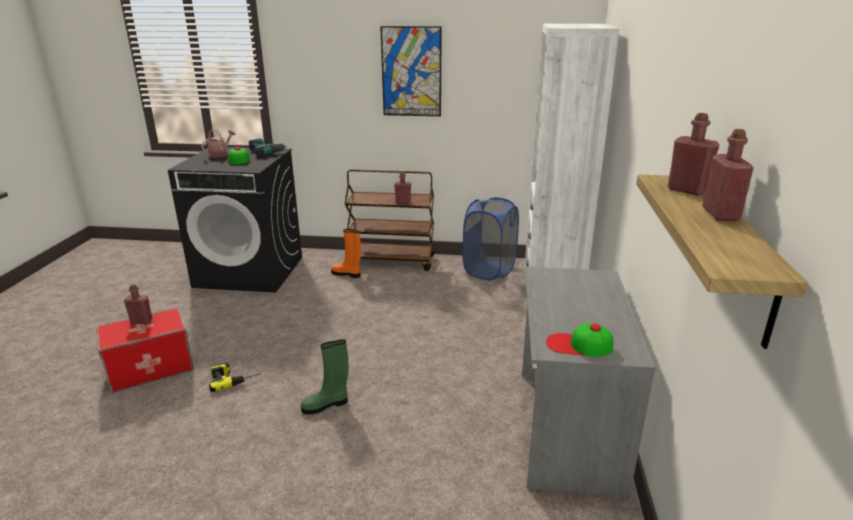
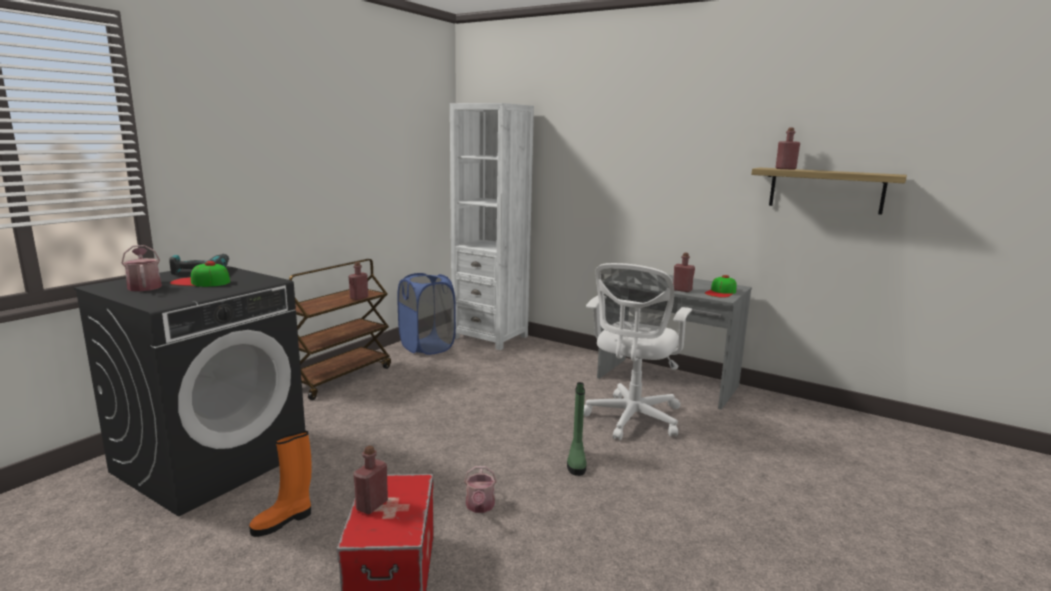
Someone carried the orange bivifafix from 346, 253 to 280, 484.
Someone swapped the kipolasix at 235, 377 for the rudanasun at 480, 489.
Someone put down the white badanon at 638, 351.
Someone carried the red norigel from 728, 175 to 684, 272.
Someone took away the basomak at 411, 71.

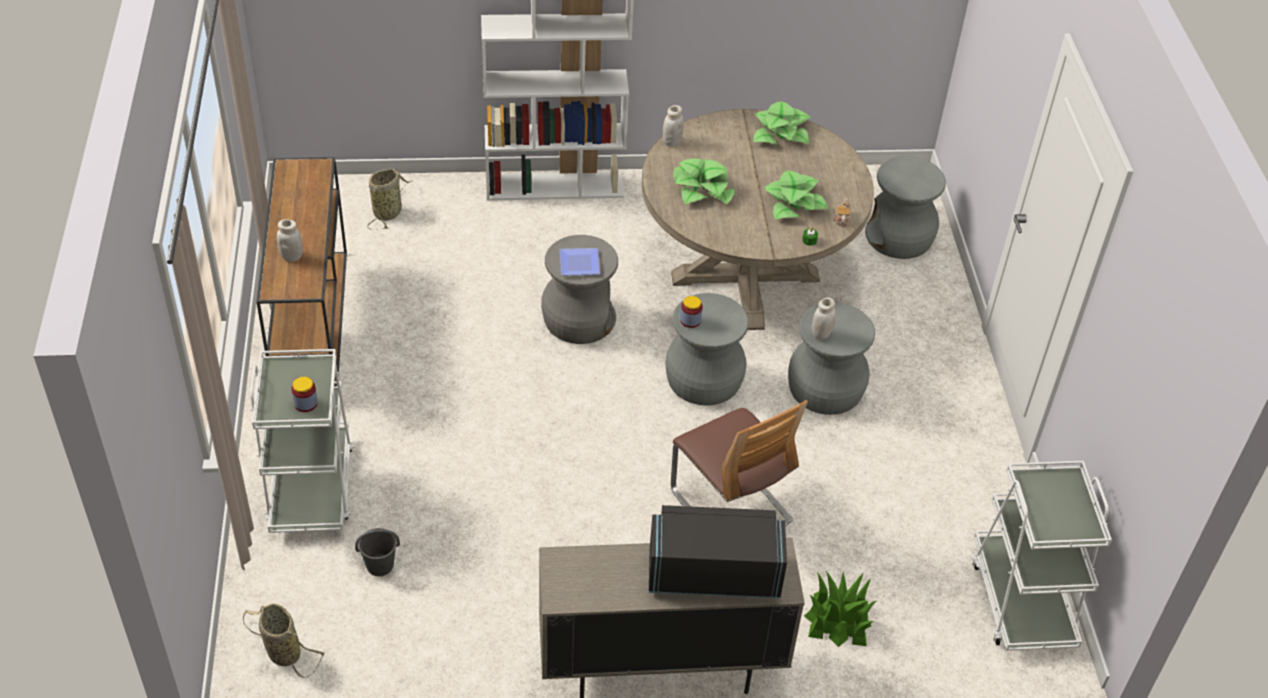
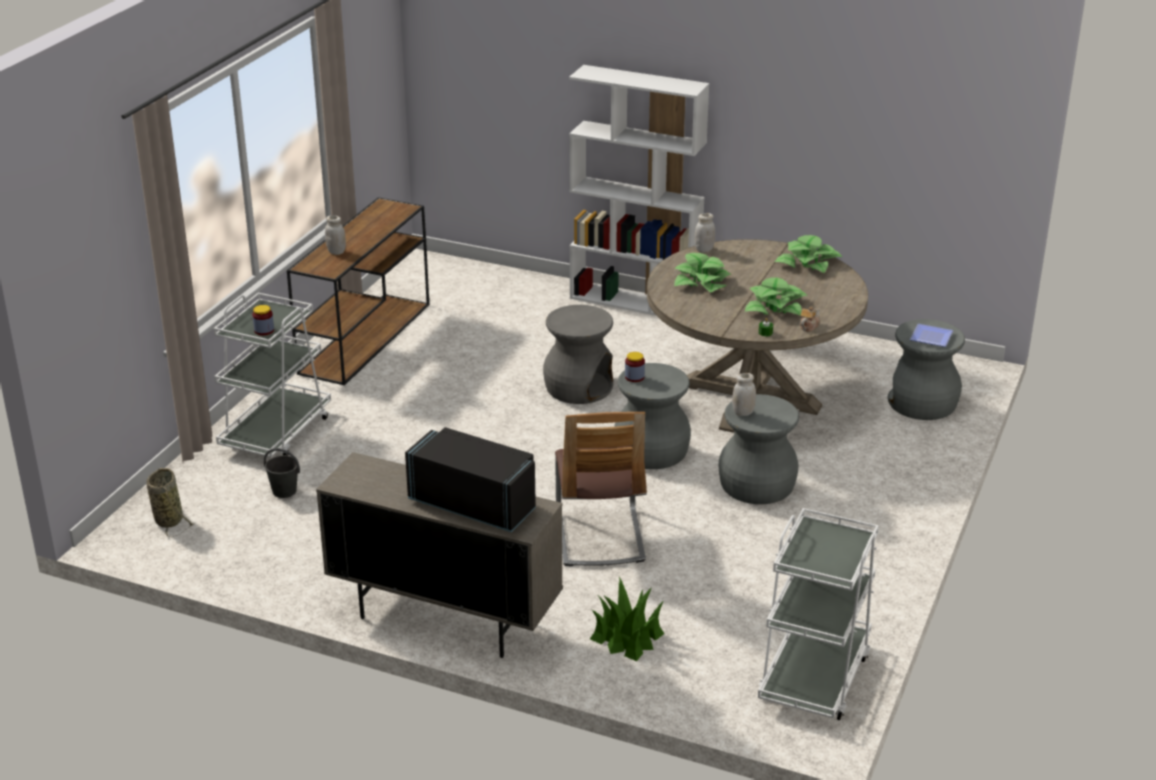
Someone carried the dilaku from 579, 262 to 931, 335.
Someone took away the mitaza at 390, 199.

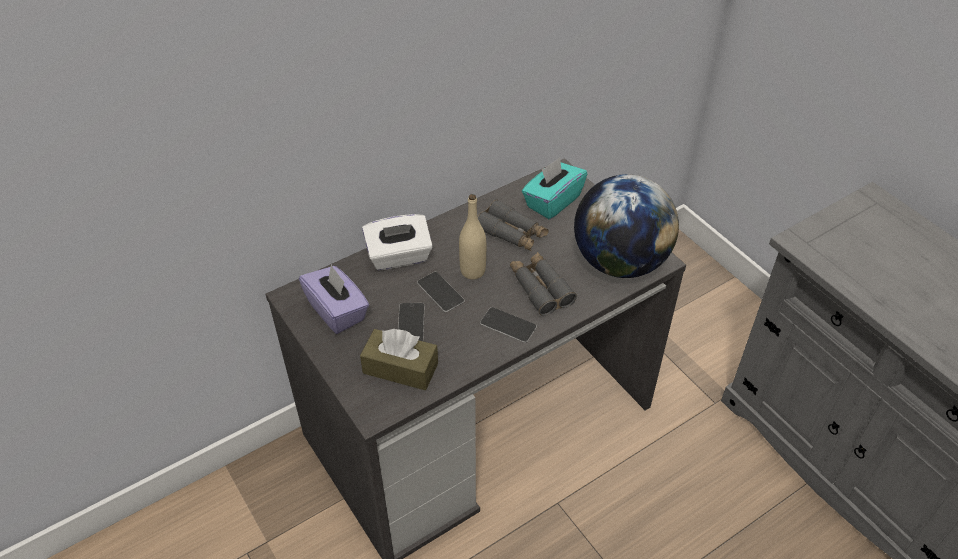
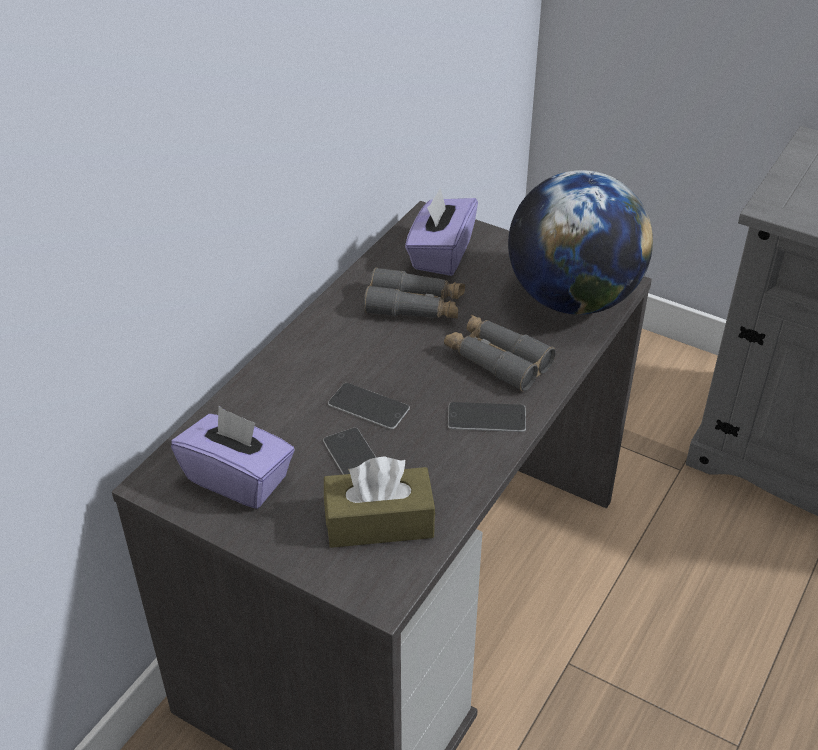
Someone repainted the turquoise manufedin at 554, 188, which became the purple manufedin at 441, 232.
Someone took away the white manufedin at 397, 242.
Someone took away the beige norigel at 472, 237.

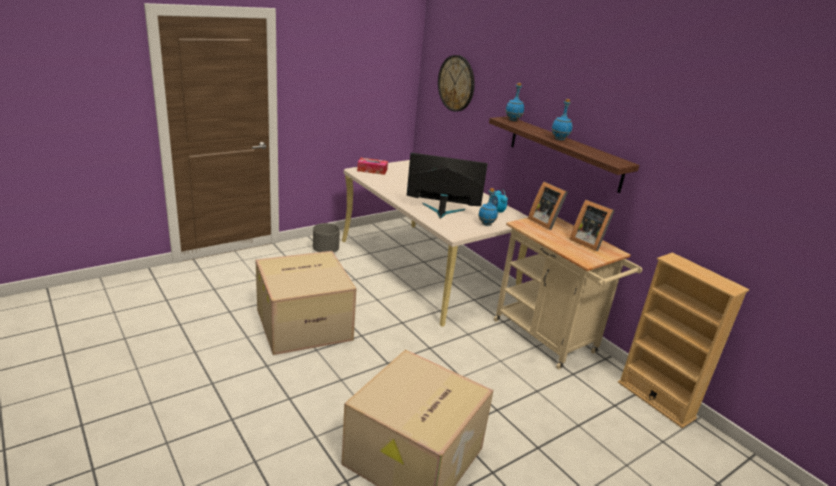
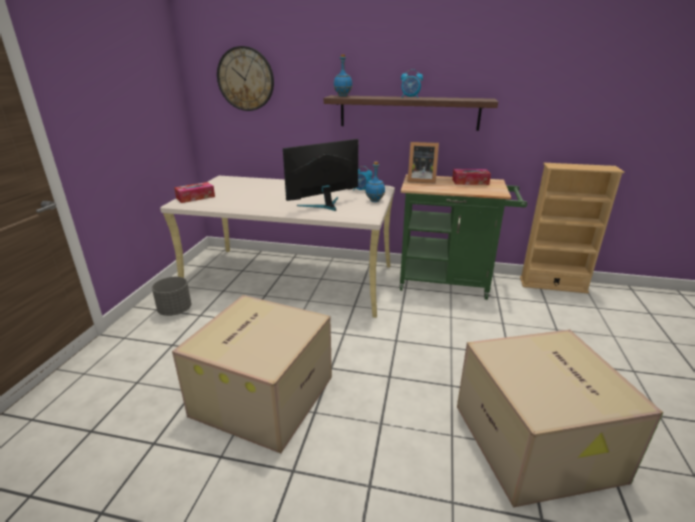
Someone repainted the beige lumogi at 568, 293, which became the green lumogi at 463, 237.
Someone swapped the blue norigel at 561, 119 for the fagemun at 412, 83.
Someone swapped the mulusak at 592, 225 for the manufedin at 471, 177.

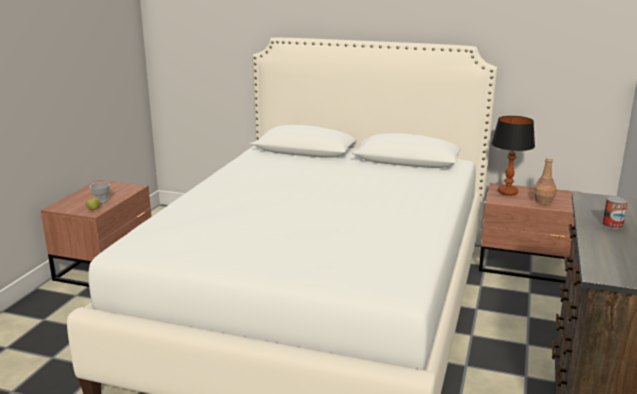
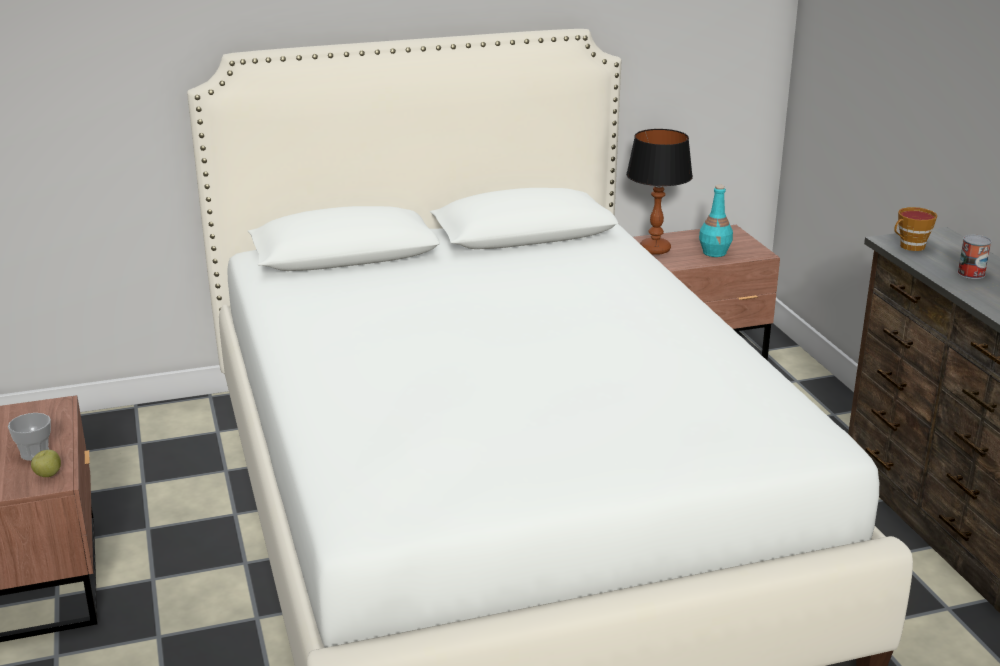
Someone repainted the brown norigel at 545, 181, which became the turquoise norigel at 716, 220.
Someone put down the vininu at 915, 229.

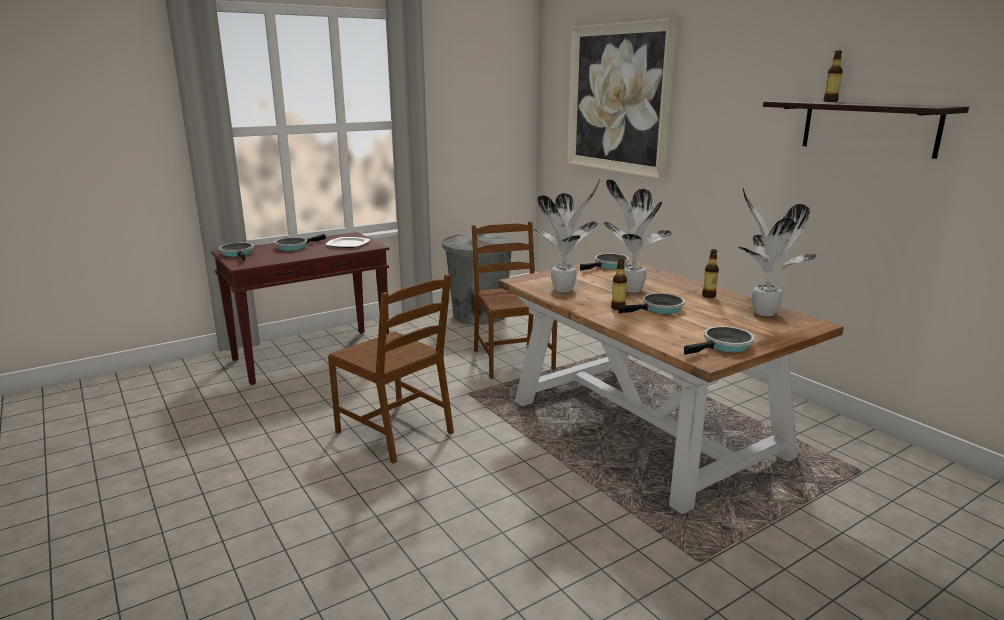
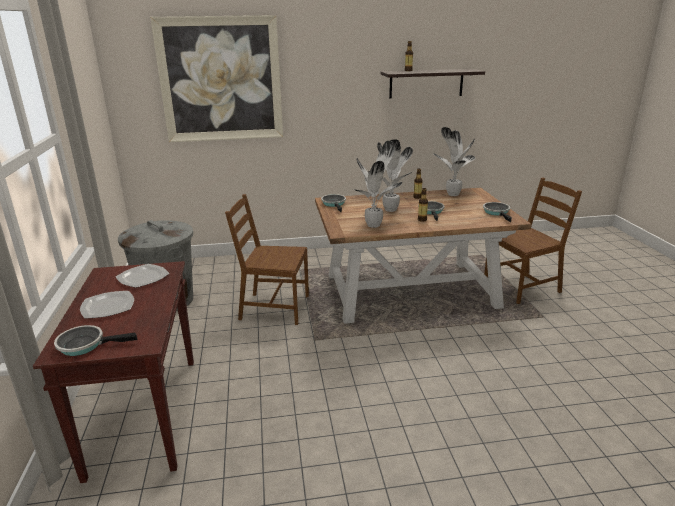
Someone swapped the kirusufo at 300, 242 for the dilaku at 107, 305.
Someone carried the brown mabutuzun from 391, 369 to 533, 241.

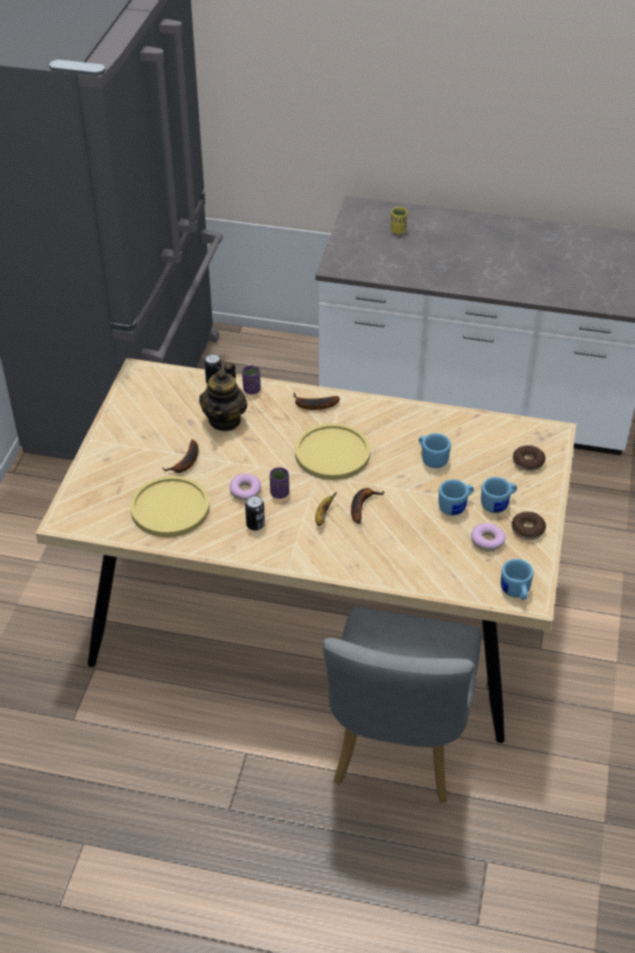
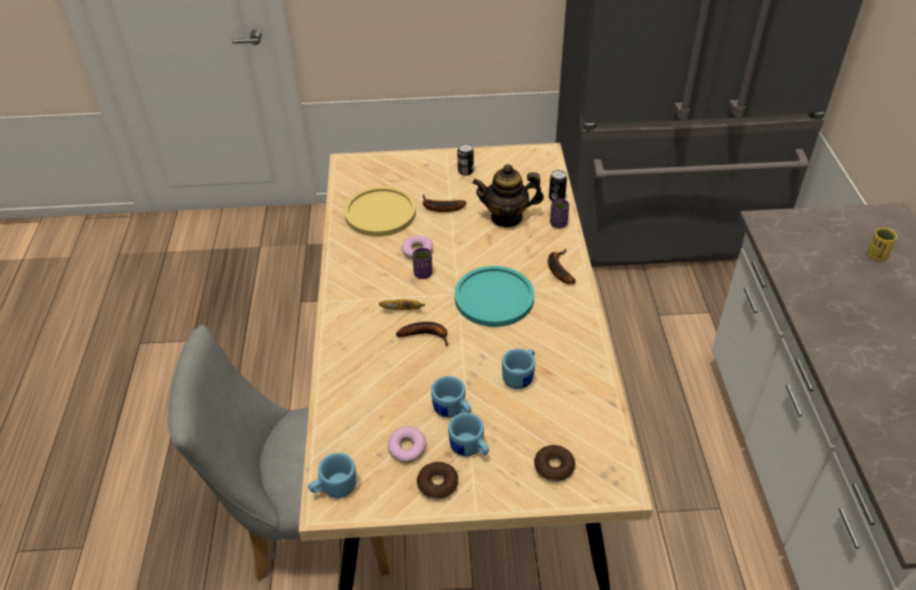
Someone repainted the yellow dilaku at 332, 451, which became the turquoise dilaku at 494, 296.
Someone carried the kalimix from 255, 513 to 466, 160.

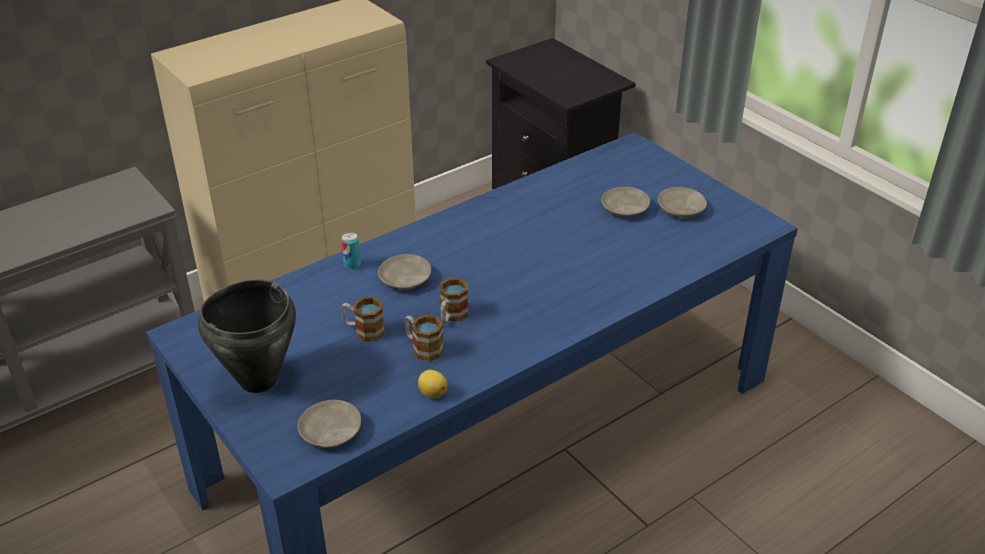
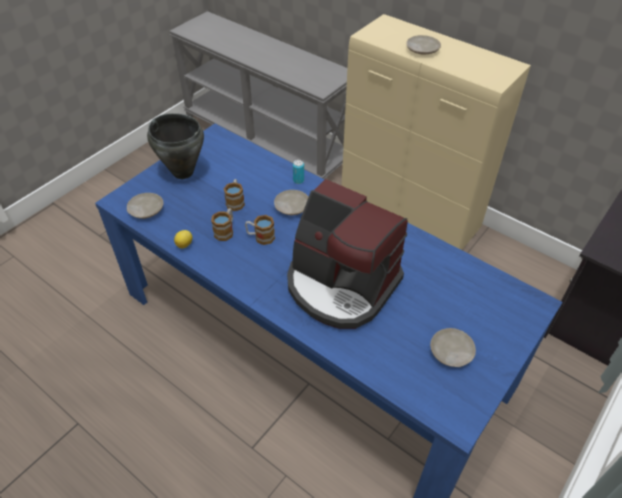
Someone put down the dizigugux at 347, 254.
Someone carried the beige dilaku from 625, 202 to 423, 44.

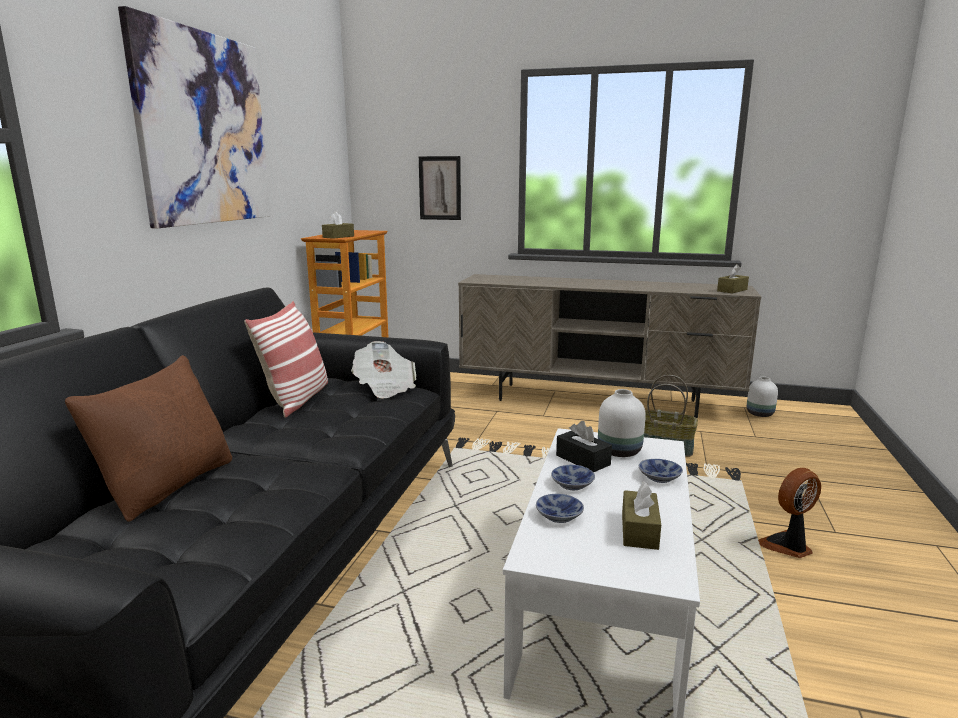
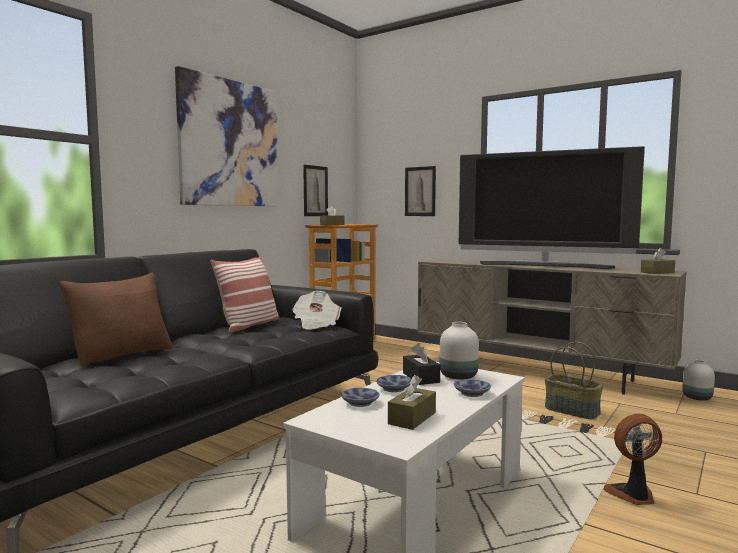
Someone put up the basomak at 315, 190.
Someone put down the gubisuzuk at 552, 207.

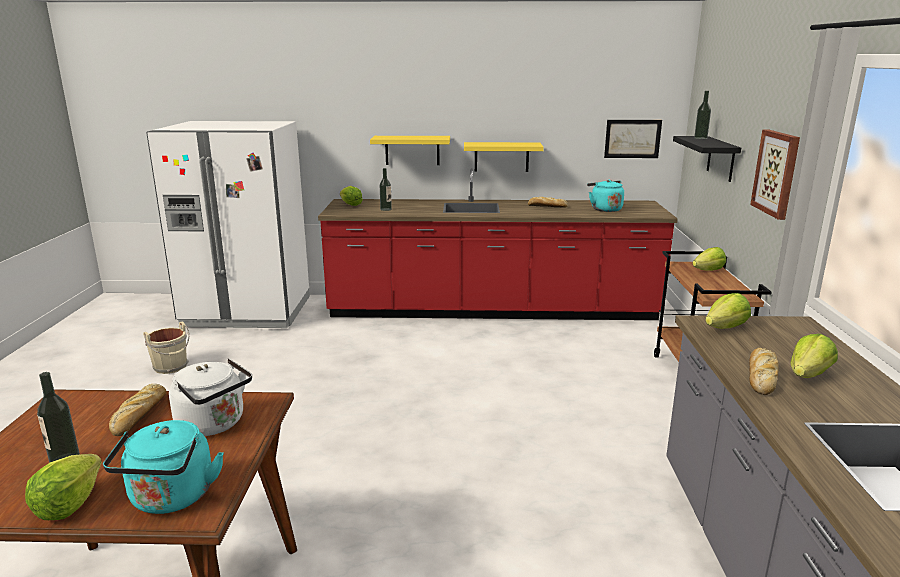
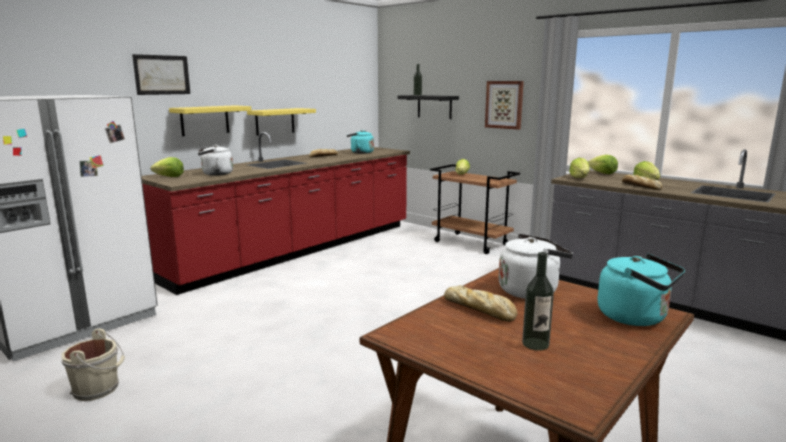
Someone carried the basomak from 633, 139 to 161, 74.
Someone swapped the norigel at 386, 189 for the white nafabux at 215, 160.
Someone carried the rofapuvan from 63, 487 to 603, 164.

